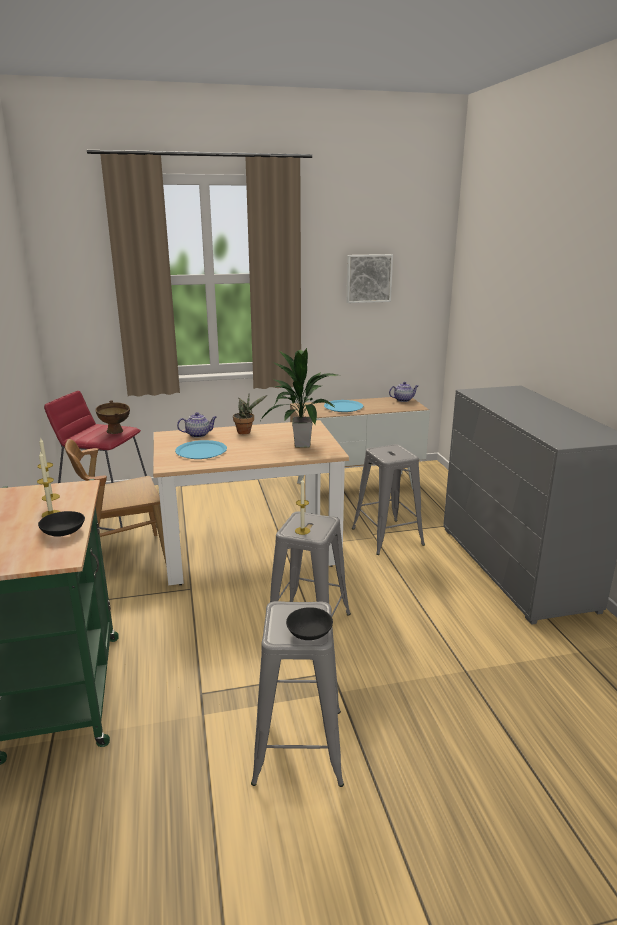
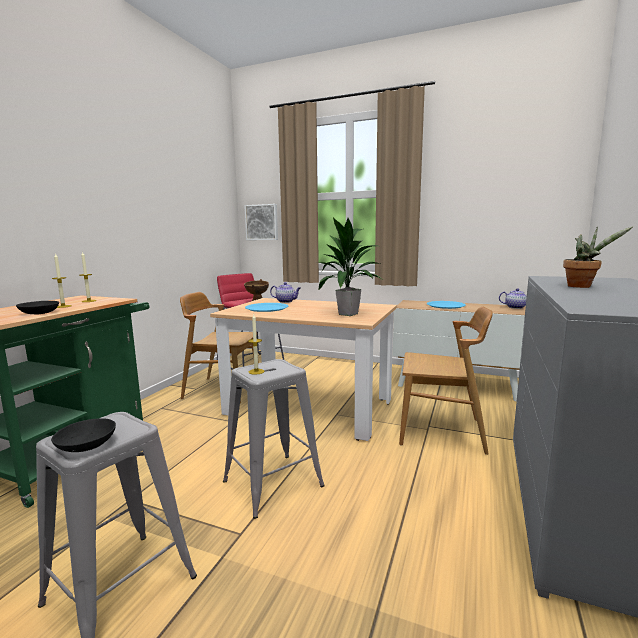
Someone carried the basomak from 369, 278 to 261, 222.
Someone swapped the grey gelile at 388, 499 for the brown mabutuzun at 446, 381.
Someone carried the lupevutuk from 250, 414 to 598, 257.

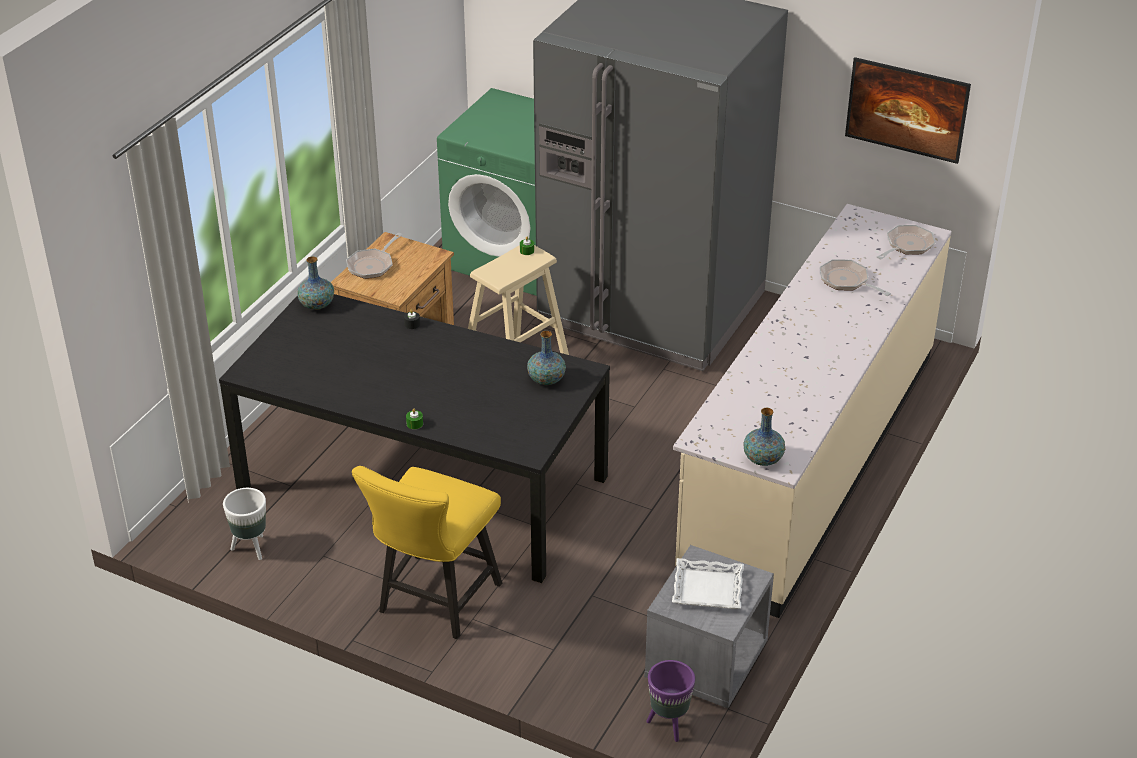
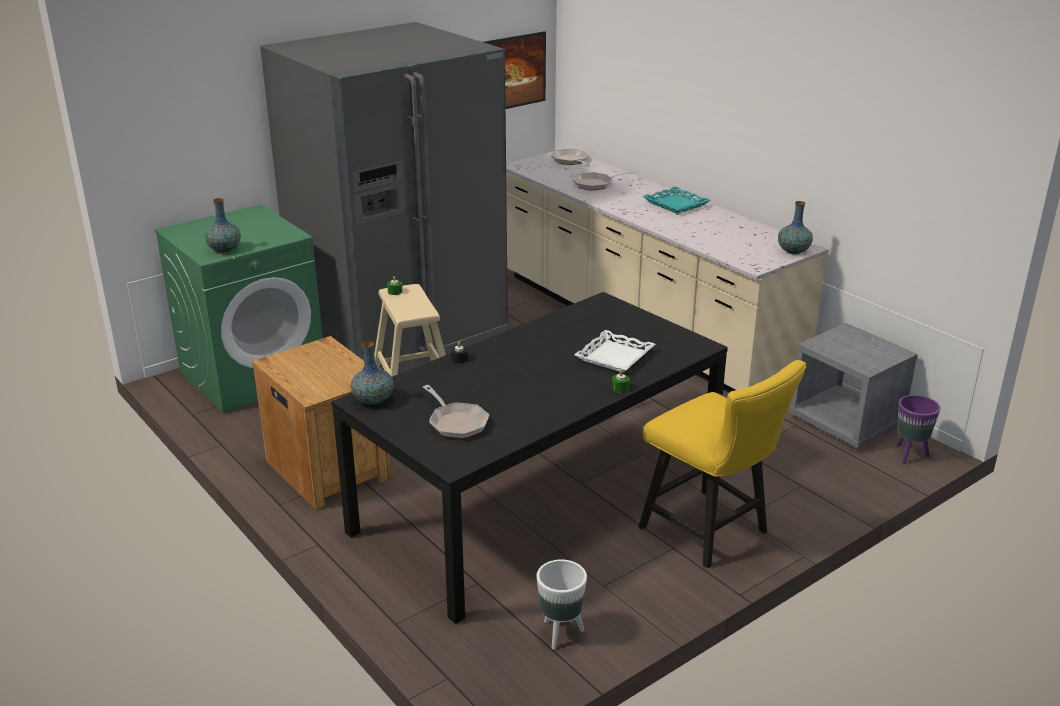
Someone carried the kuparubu from 546, 358 to 223, 225.
Someone carried the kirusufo from 374, 256 to 456, 412.
Someone carried the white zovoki from 708, 583 to 614, 351.
Someone put down the turquoise zovoki at 676, 200.

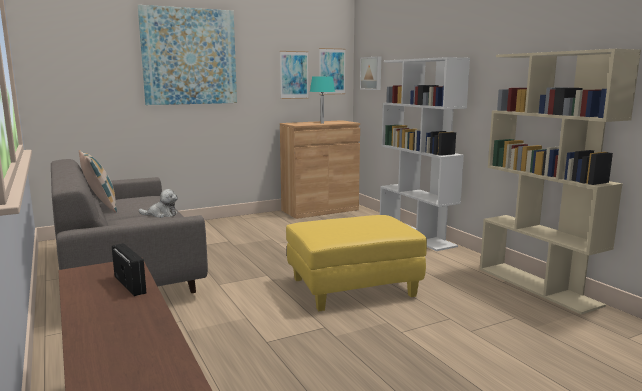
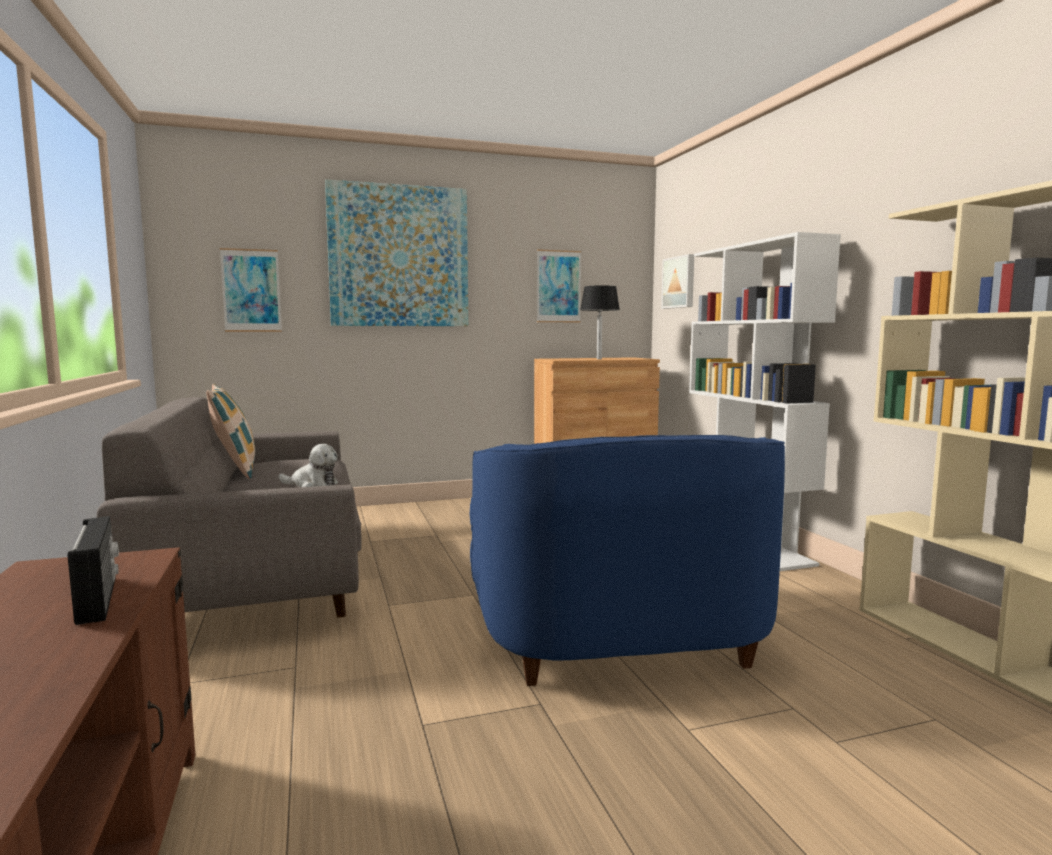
Someone carried the basomak from 332, 71 to 251, 290.
Someone swapped the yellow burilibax at 356, 263 for the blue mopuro at 627, 560.
Someone repainted the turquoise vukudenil at 322, 100, which became the black vukudenil at 600, 322.

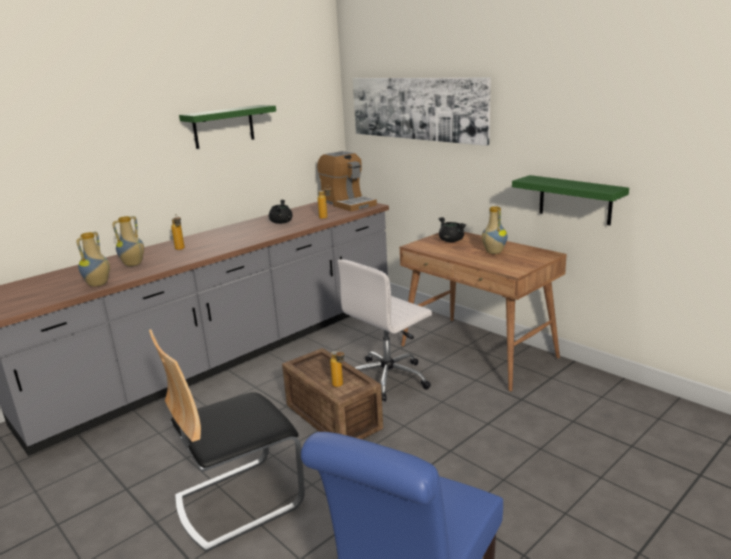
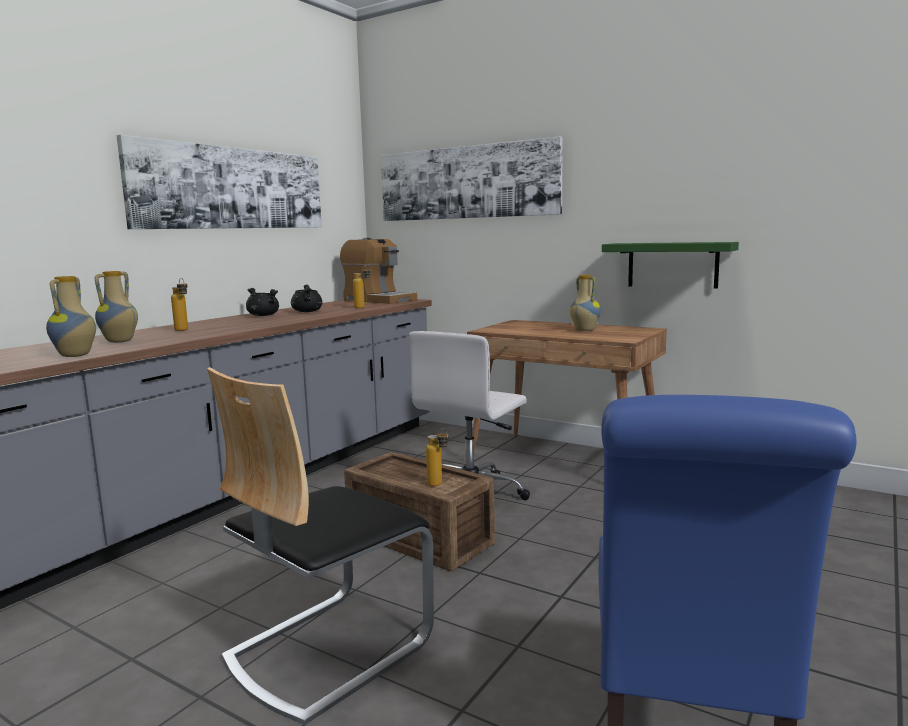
Someone swapped the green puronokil at 227, 127 for the basomak at 219, 182.
Someone carried the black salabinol from 452, 229 to 262, 302.

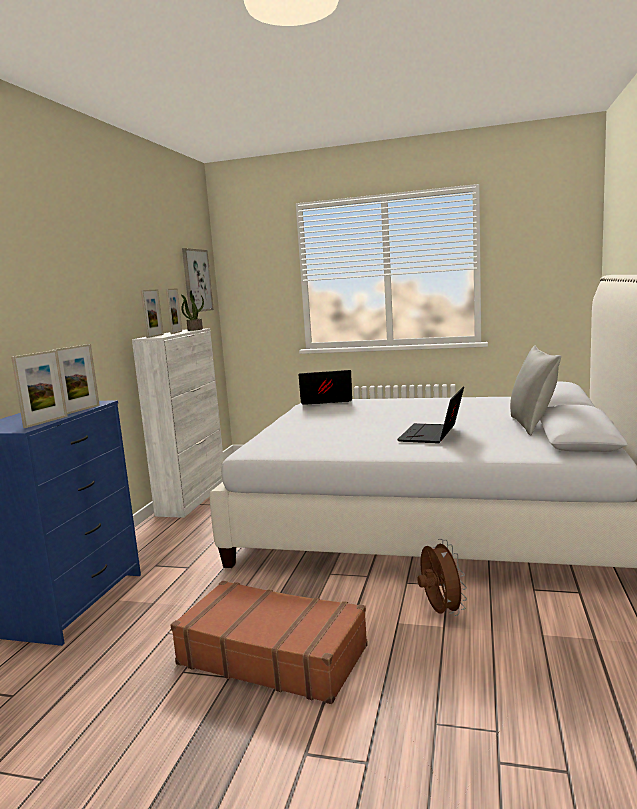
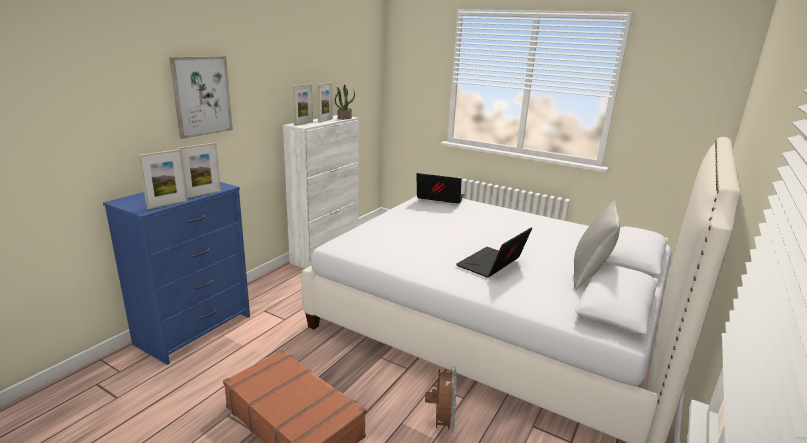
Someone carried the basomak from 198, 280 to 201, 97.

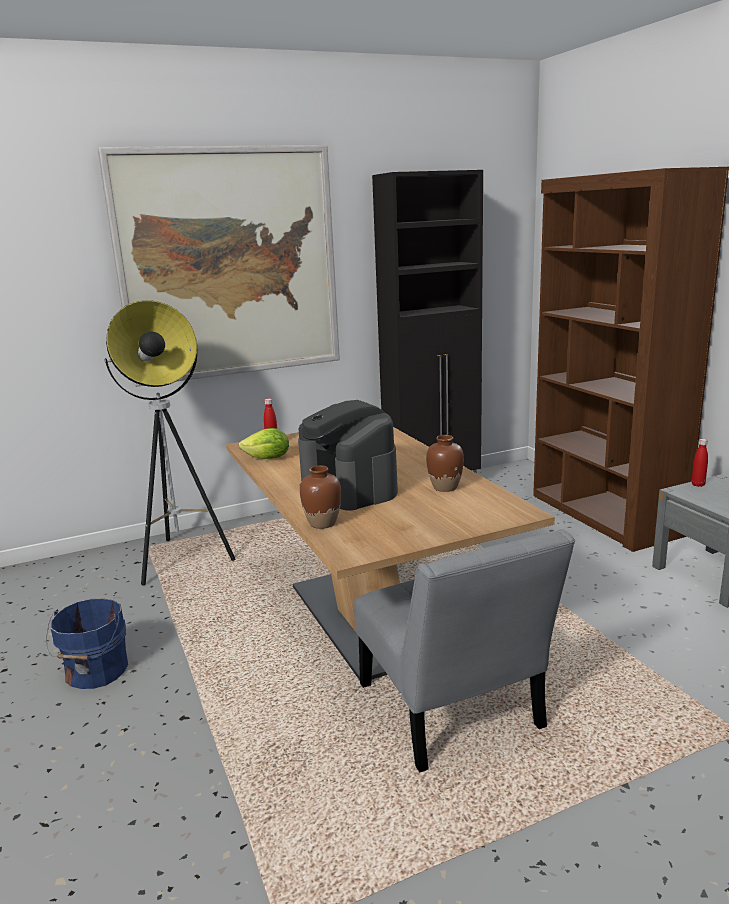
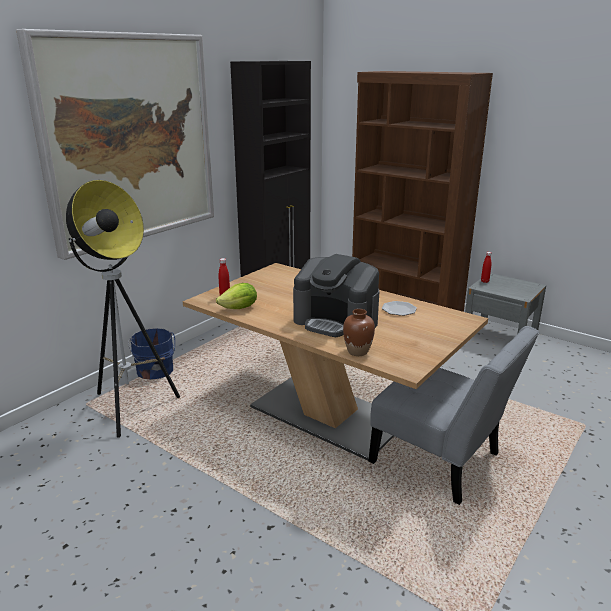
Someone carried the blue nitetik from 86, 643 to 151, 353.
Someone swapped the brown kuparubu at 445, 463 for the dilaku at 399, 308.

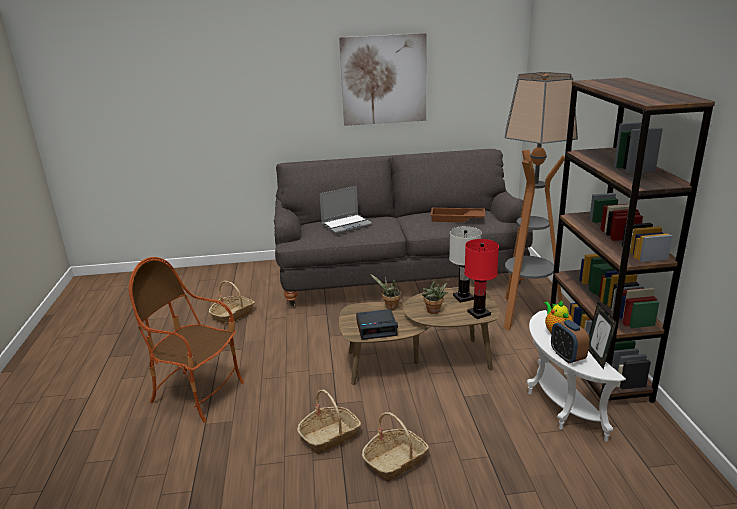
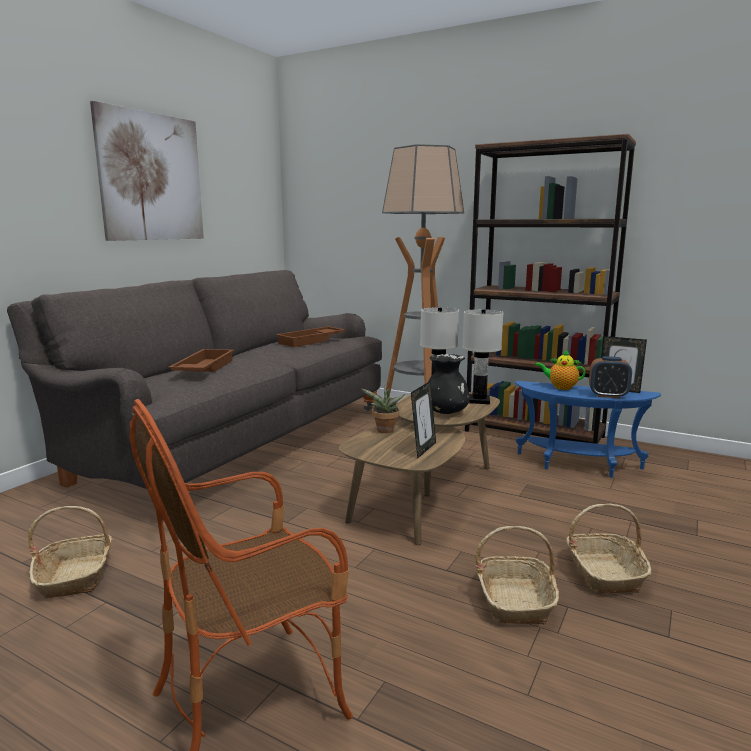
Someone swapped the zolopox at 346, 210 for the brown zovoki at 201, 360.
Someone swapped the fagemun at 377, 324 for the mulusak at 423, 420.
Someone swapped the lupevutuk at 435, 297 for the black kuparubu at 449, 384.
Someone repainted the red vukudenil at 481, 279, which became the white vukudenil at 483, 356.
Someone repainted the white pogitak at 576, 376, which became the blue pogitak at 588, 429.

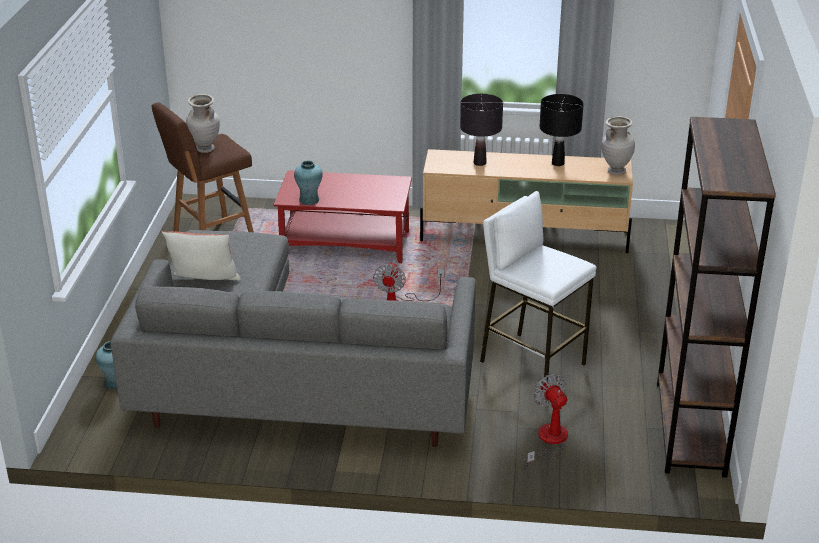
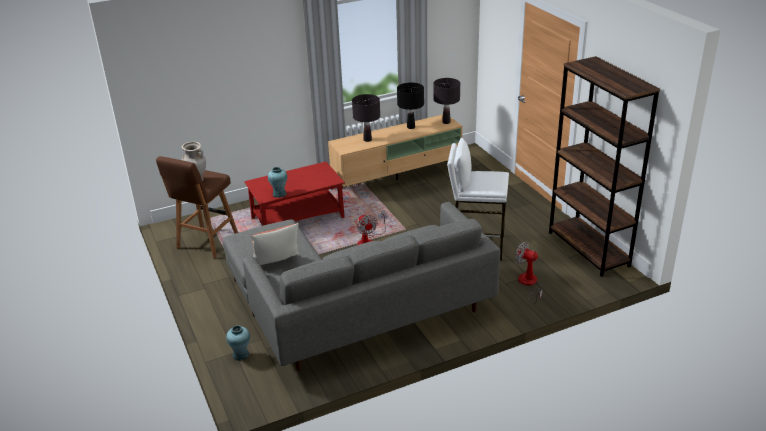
Someone swapped the beige kuparubu at 618, 145 for the black vukudenil at 446, 101.

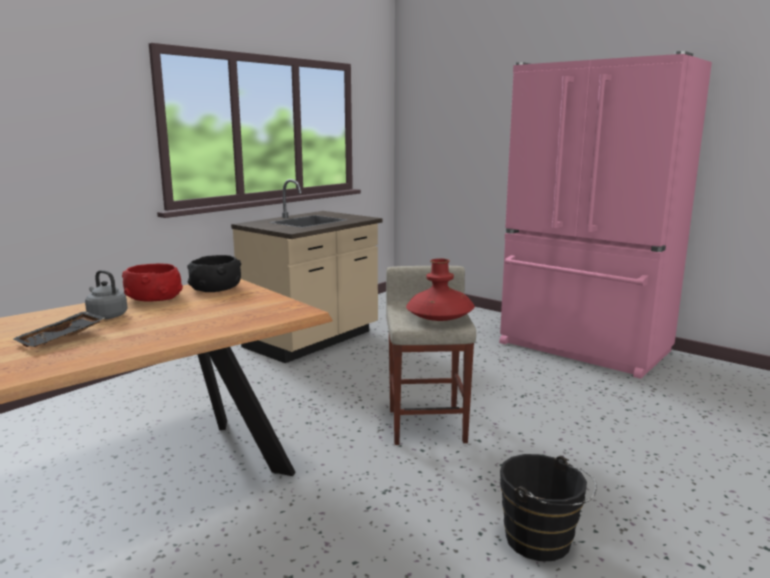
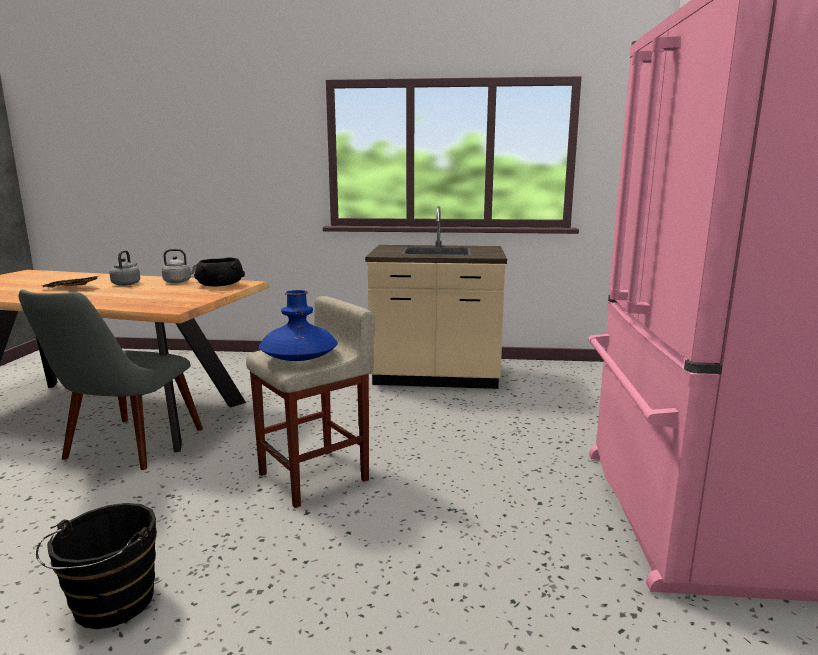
Someone put down the grey mabutuzun at 111, 379.
Someone swapped the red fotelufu at 152, 282 for the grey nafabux at 180, 266.
Someone repainted the red kuparubu at 440, 289, which became the blue kuparubu at 298, 325.

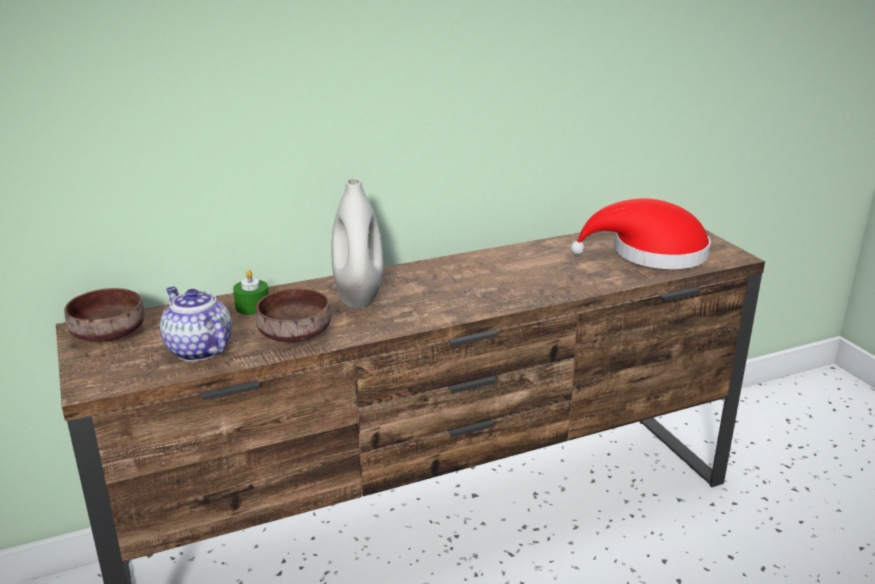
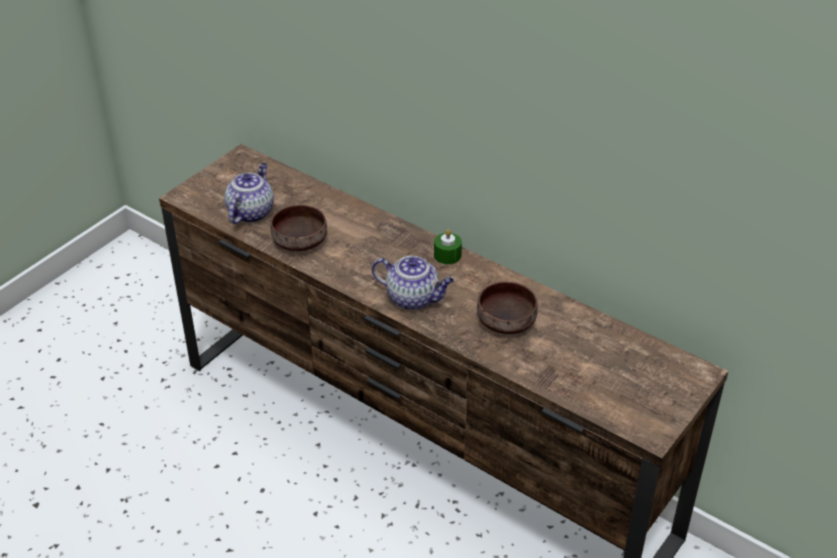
Someone put down the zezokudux at 413, 283.
Someone carried the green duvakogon from 251, 292 to 448, 246.
Someone carried the brown fotelufu from 104, 315 to 507, 308.
Someone took away the white kuparubu at 358, 243.
Someone took away the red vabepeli at 641, 233.

